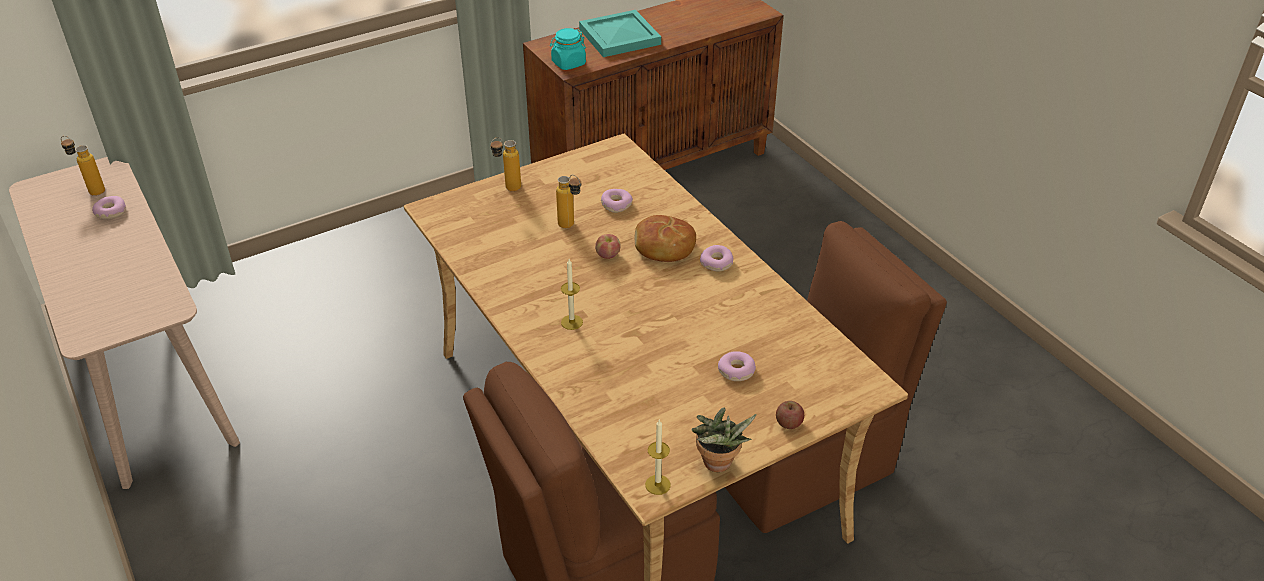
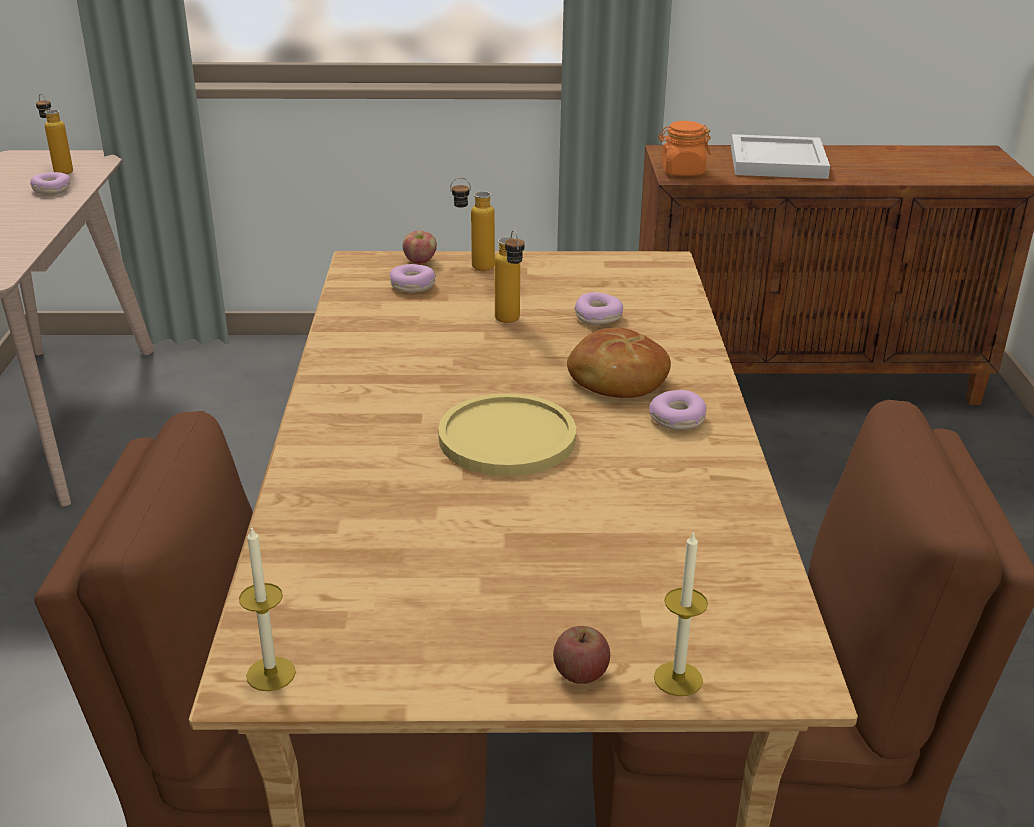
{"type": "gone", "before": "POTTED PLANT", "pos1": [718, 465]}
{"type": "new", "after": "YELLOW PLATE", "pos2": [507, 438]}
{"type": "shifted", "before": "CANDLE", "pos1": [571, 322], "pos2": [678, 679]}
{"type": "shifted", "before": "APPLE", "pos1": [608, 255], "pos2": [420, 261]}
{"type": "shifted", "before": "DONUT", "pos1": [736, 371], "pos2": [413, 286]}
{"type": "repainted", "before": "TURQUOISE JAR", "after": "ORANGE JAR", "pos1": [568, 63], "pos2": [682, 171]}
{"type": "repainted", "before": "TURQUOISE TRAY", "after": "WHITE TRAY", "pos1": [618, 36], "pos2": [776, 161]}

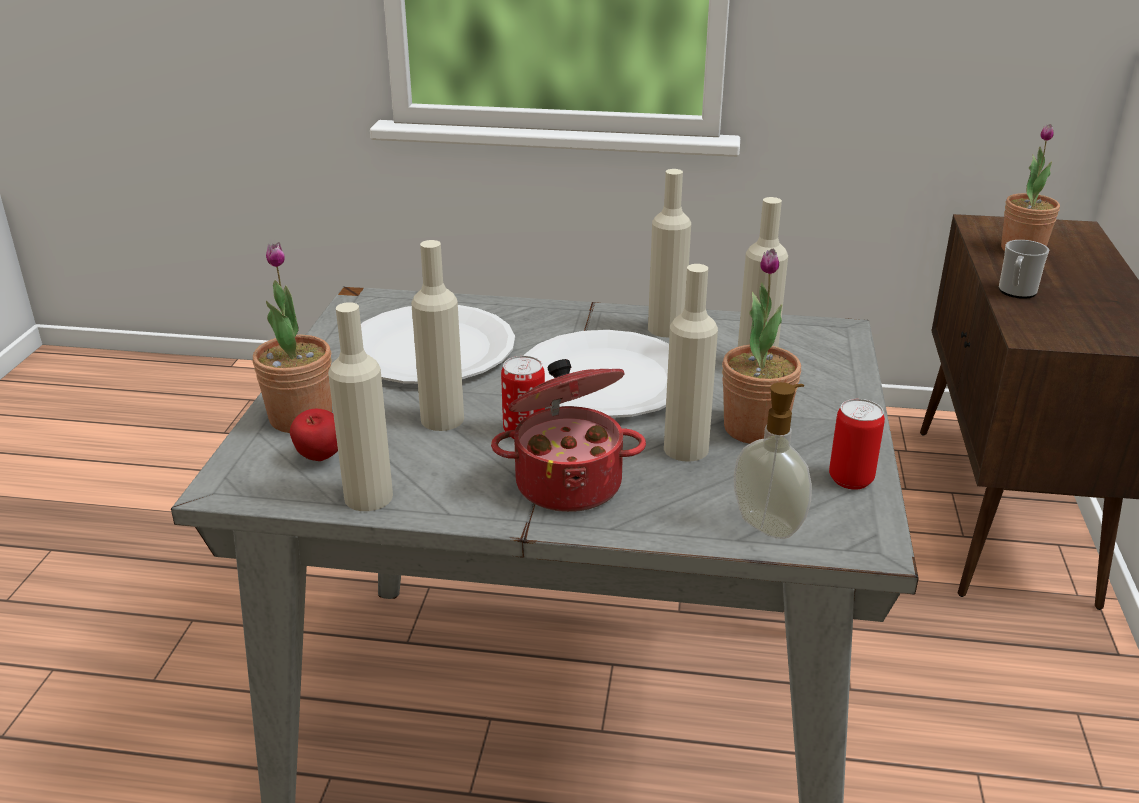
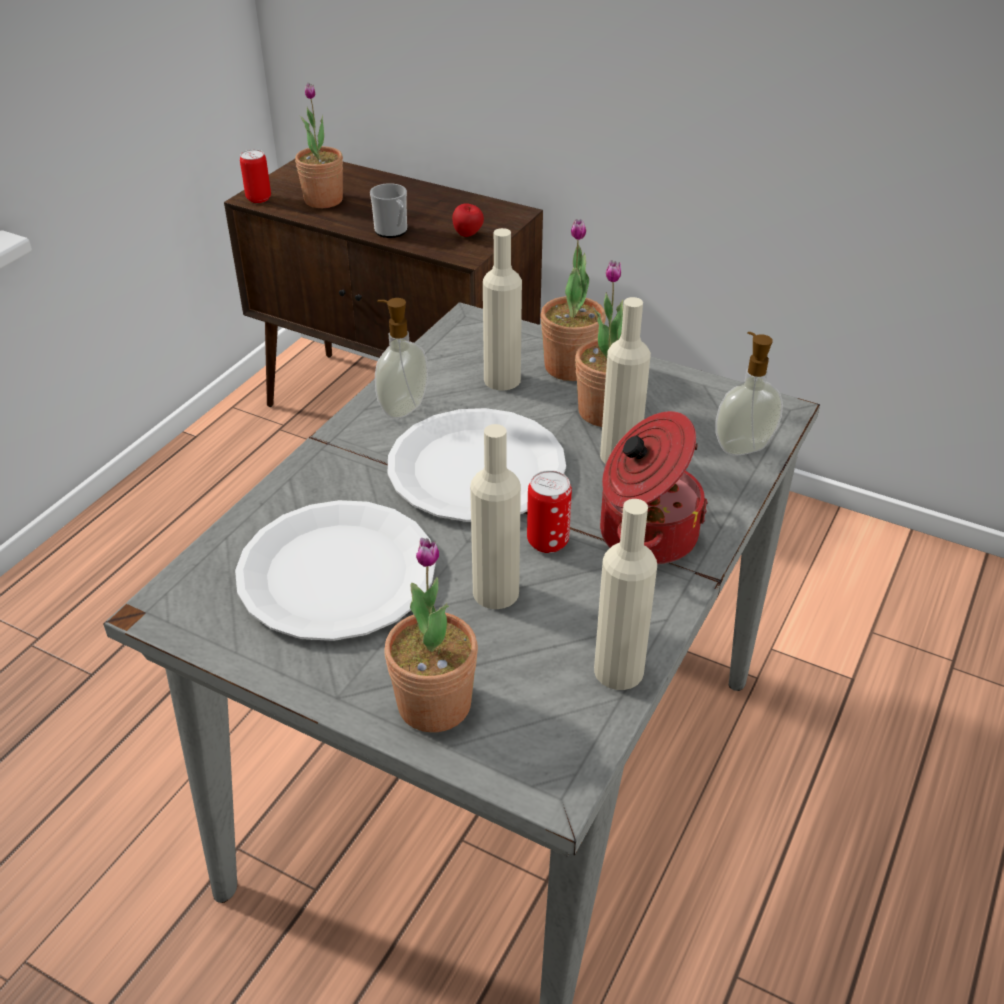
{"type": "new", "after": "POTTED PLANT", "pos2": [570, 367]}
{"type": "shifted", "before": "APPLE", "pos1": [320, 459], "pos2": [468, 235]}
{"type": "shifted", "before": "CAN", "pos1": [851, 479], "pos2": [258, 198]}
{"type": "swapped", "before": "BEIGE BOTTLE", "after": "SOAP DISPENSER", "pos1": [666, 328], "pos2": [402, 408]}

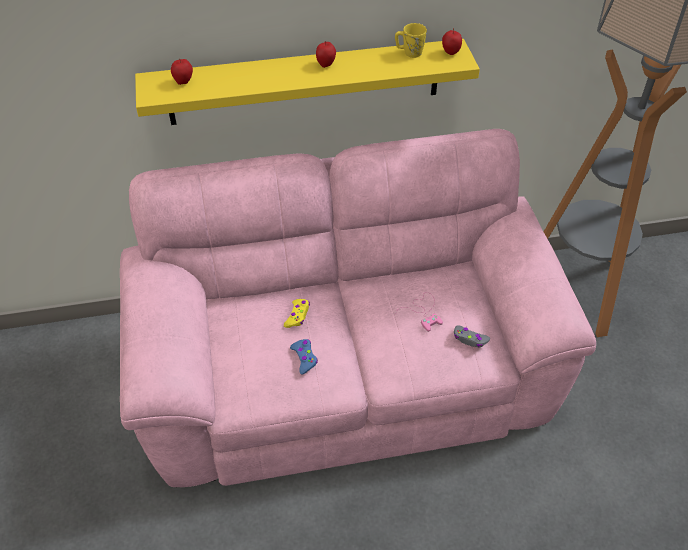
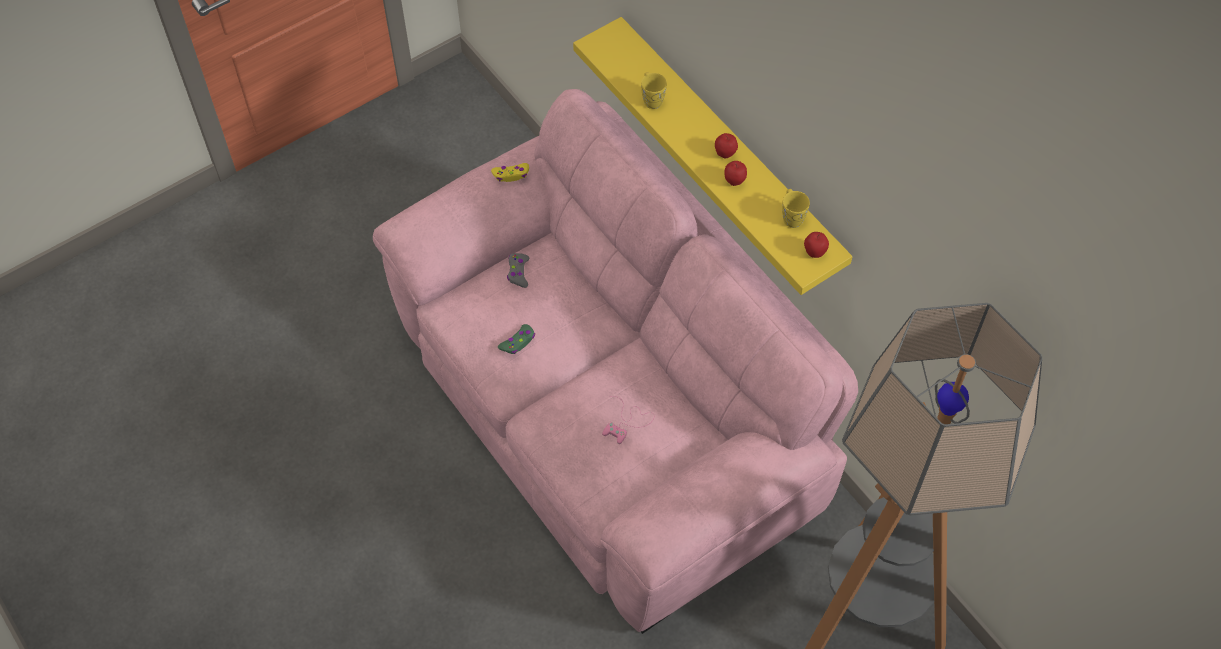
{"type": "new", "after": "YELLOW MUG", "pos2": [651, 98]}
{"type": "shifted", "before": "APPLE", "pos1": [184, 82], "pos2": [734, 182]}
{"type": "shifted", "before": "YELLOW GAME CONTROLLER", "pos1": [297, 316], "pos2": [511, 175]}
{"type": "shifted", "before": "GREY GAME CONTROLLER", "pos1": [470, 339], "pos2": [518, 272]}
{"type": "repainted", "before": "BLUE GAME CONTROLLER", "after": "GREEN GAME CONTROLLER", "pos1": [304, 358], "pos2": [518, 342]}

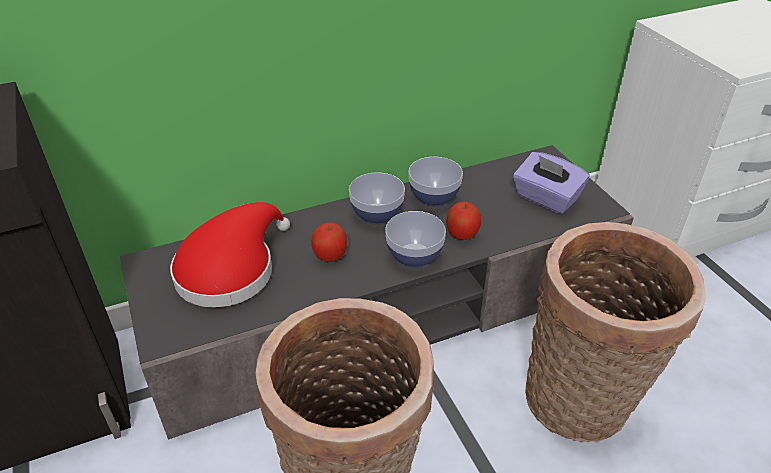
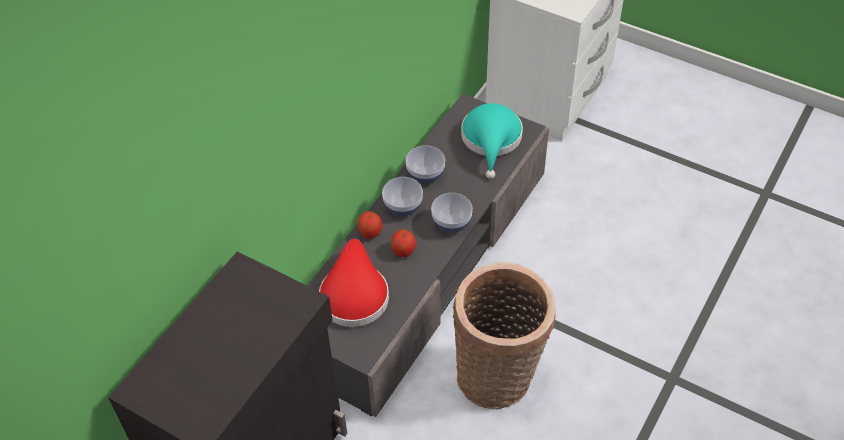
{"type": "gone", "before": "BASKET", "pos1": [583, 402]}
{"type": "shifted", "before": "APPLE", "pos1": [462, 234], "pos2": [370, 233]}
{"type": "swapped", "before": "PURPLE TISSUE BOX", "after": "TURQUOISE HAT", "pos1": [546, 198], "pos2": [491, 140]}

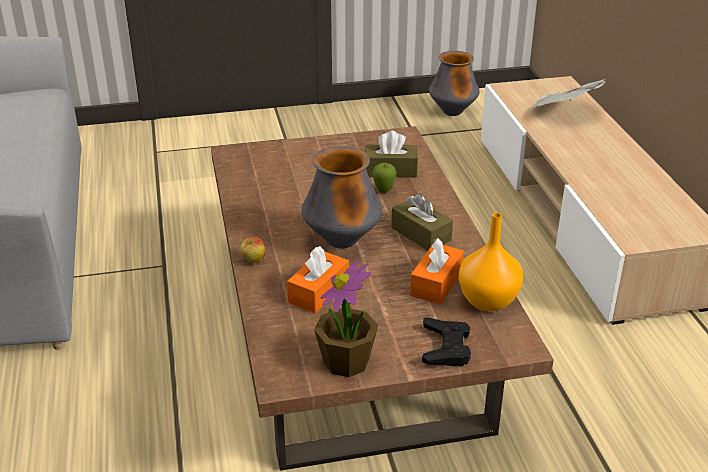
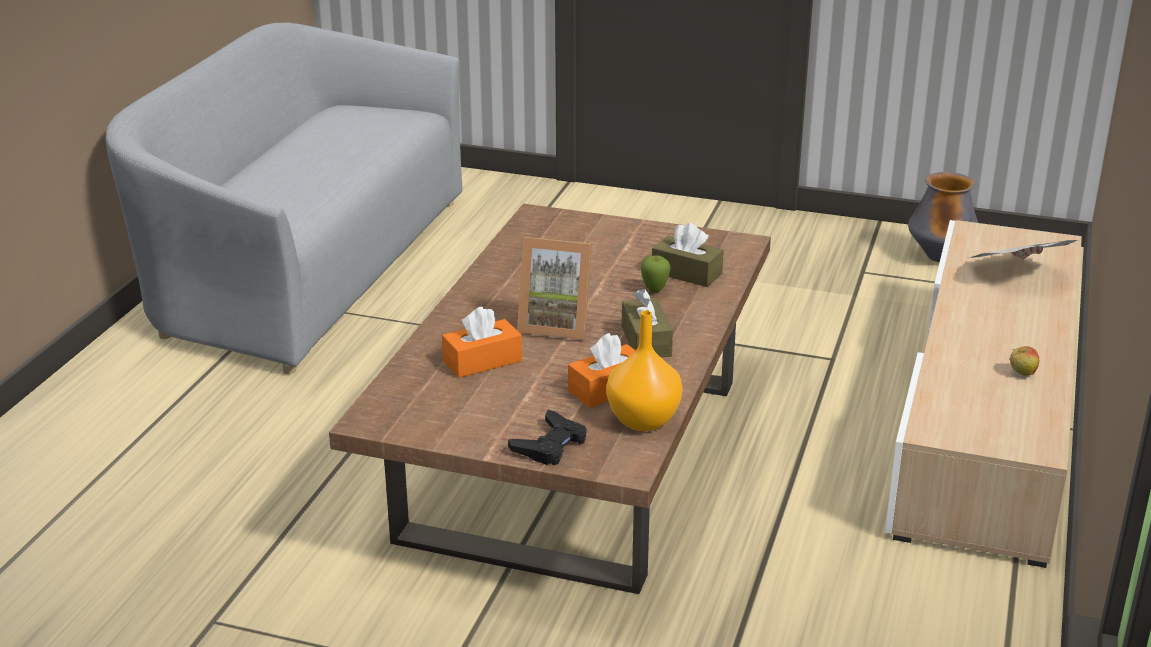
{"type": "gone", "before": "POTTED PLANT", "pos1": [346, 362]}
{"type": "shifted", "before": "APPLE", "pos1": [253, 261], "pos2": [1022, 374]}
{"type": "swapped", "before": "VASE", "after": "PICTURE FRAME", "pos1": [342, 241], "pos2": [556, 325]}

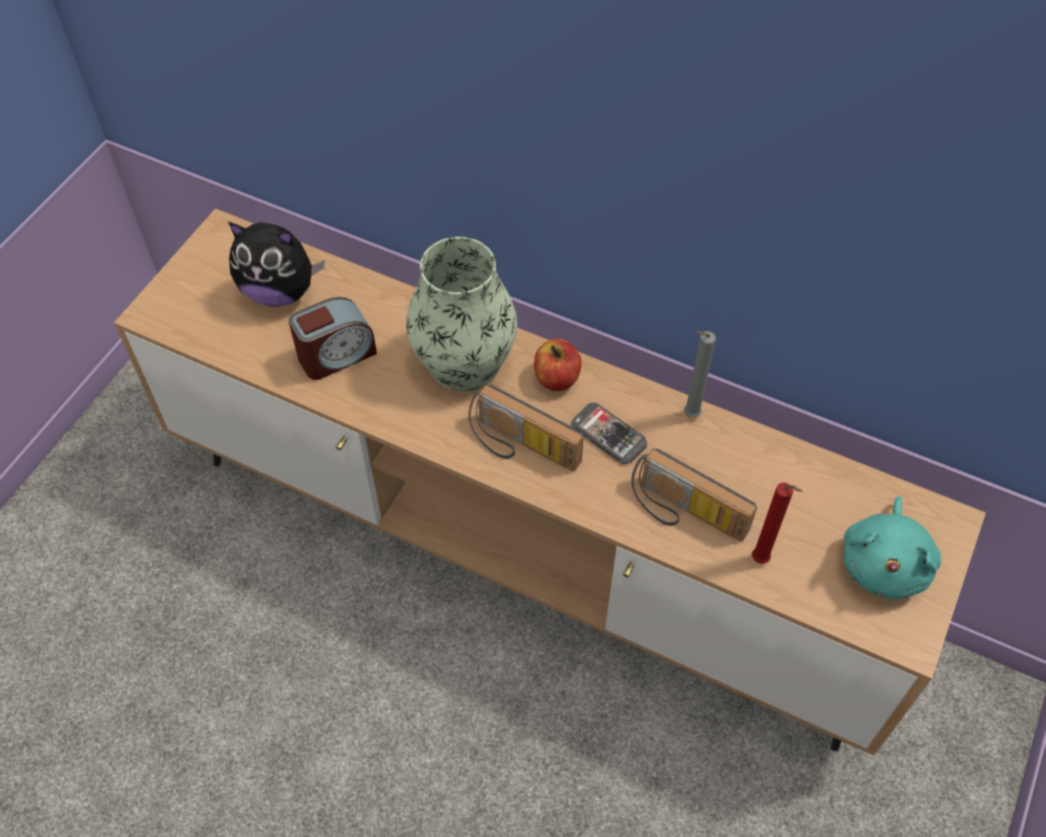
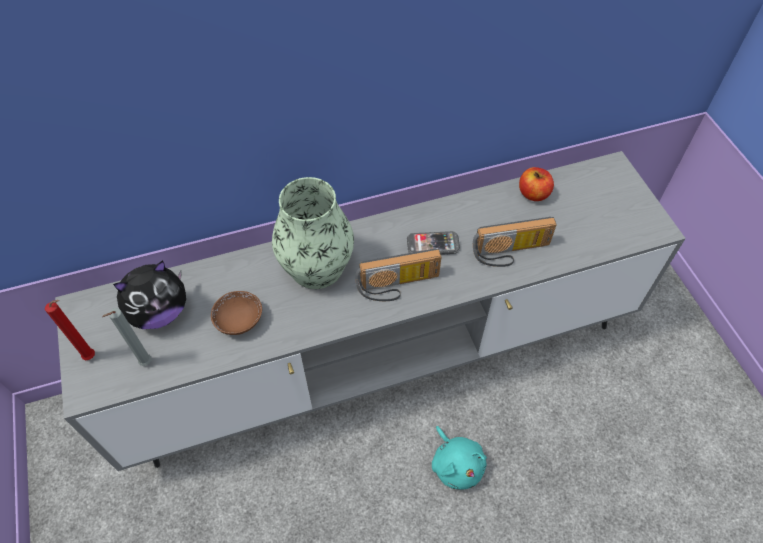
{"type": "shifted", "before": "APPLE", "pos1": [557, 378], "pos2": [533, 194]}
{"type": "shifted", "before": "GREY CANDLE", "pos1": [688, 415], "pos2": [144, 364]}
{"type": "shifted", "before": "RED CANDLE", "pos1": [762, 561], "pos2": [92, 357]}
{"type": "shifted", "before": "TURQUOISE PLUSH TOY", "pos1": [885, 563], "pos2": [456, 464]}
{"type": "swapped", "before": "ALARM CLOCK", "after": "BROWN BOWL", "pos1": [336, 355], "pos2": [239, 320]}
{"type": "repainted", "before": "BROWN TV STAND", "after": "GREY TV STAND", "pos1": [524, 550], "pos2": [380, 360]}

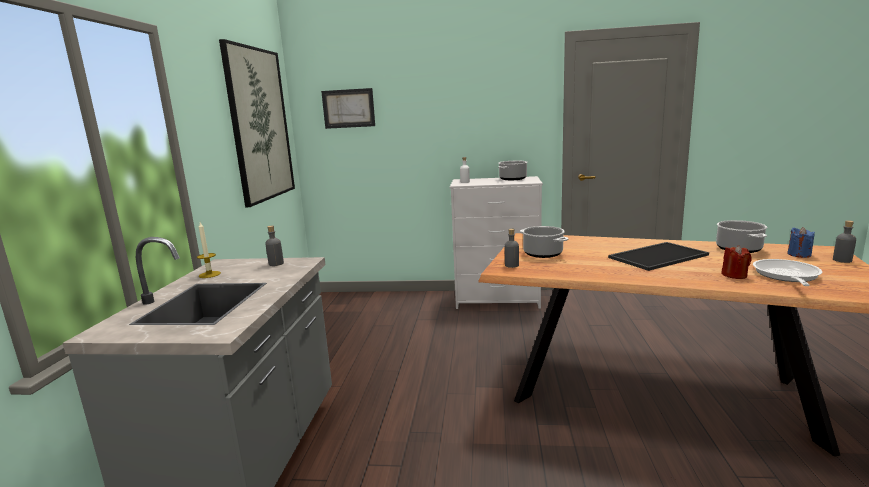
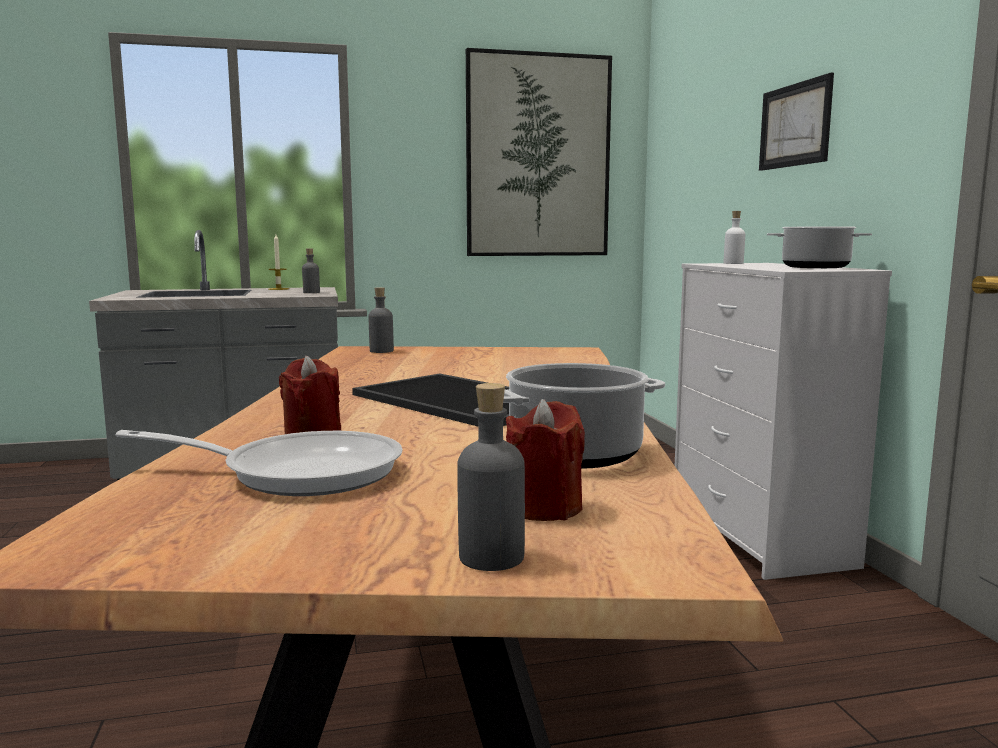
{"type": "gone", "before": "COOKING POT", "pos1": [543, 253]}
{"type": "shifted", "before": "PICTURE", "pos1": [348, 108], "pos2": [795, 125]}
{"type": "repainted", "before": "BLUE CANDLE", "after": "RED CANDLE", "pos1": [799, 254], "pos2": [544, 508]}

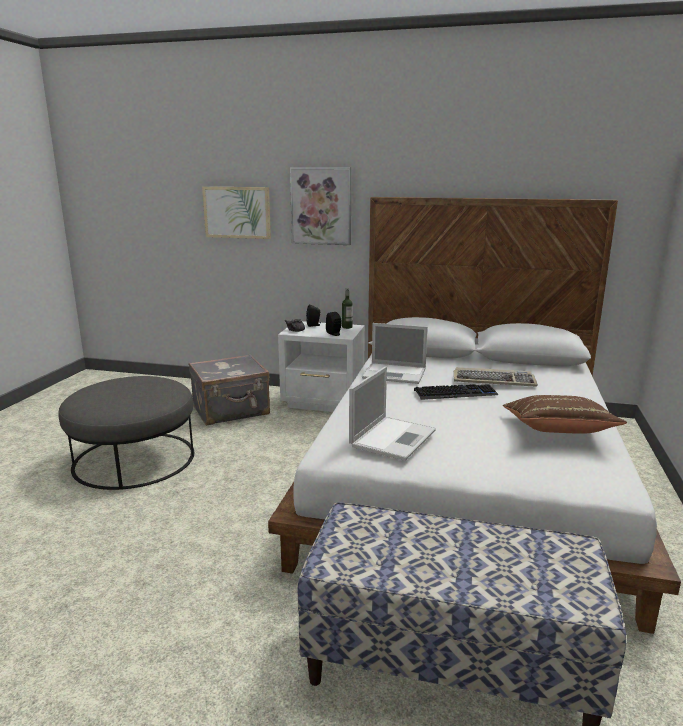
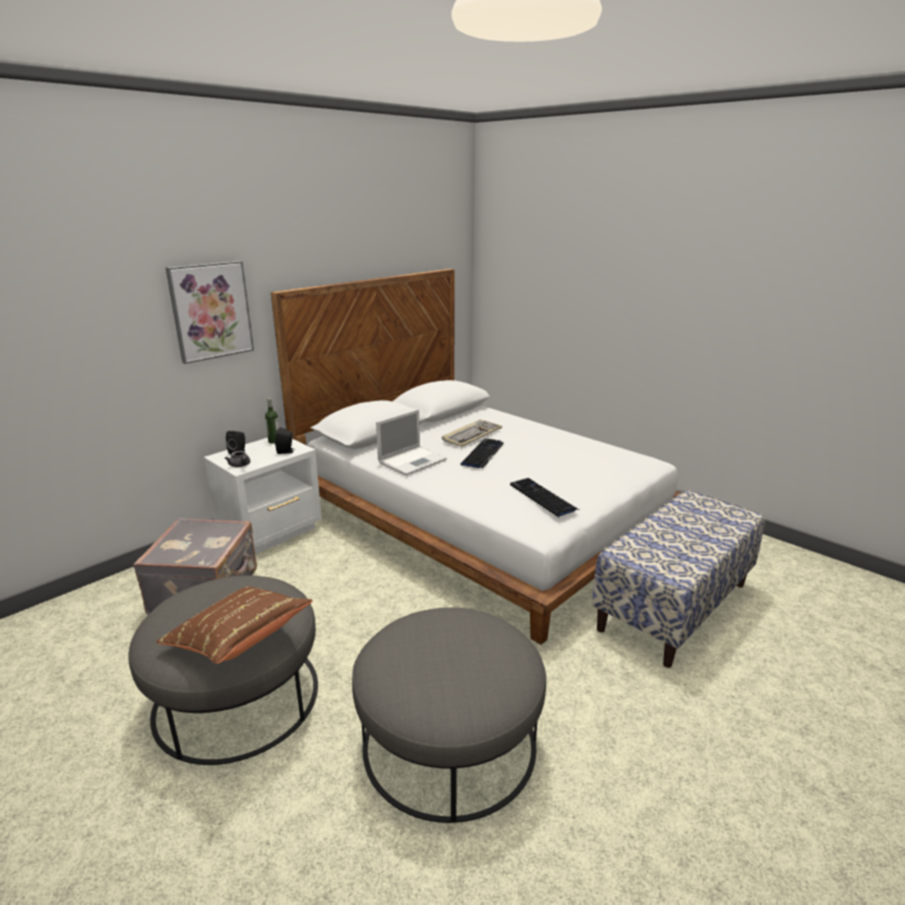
{"type": "gone", "before": "PICTURE", "pos1": [237, 212]}
{"type": "new", "after": "GREY OTTOMAN", "pos2": [449, 741]}
{"type": "shifted", "before": "BROWN PILLOW", "pos1": [557, 432], "pos2": [239, 640]}
{"type": "swapped", "before": "LAPTOP", "after": "KEYBOARD", "pos1": [393, 437], "pos2": [542, 498]}

